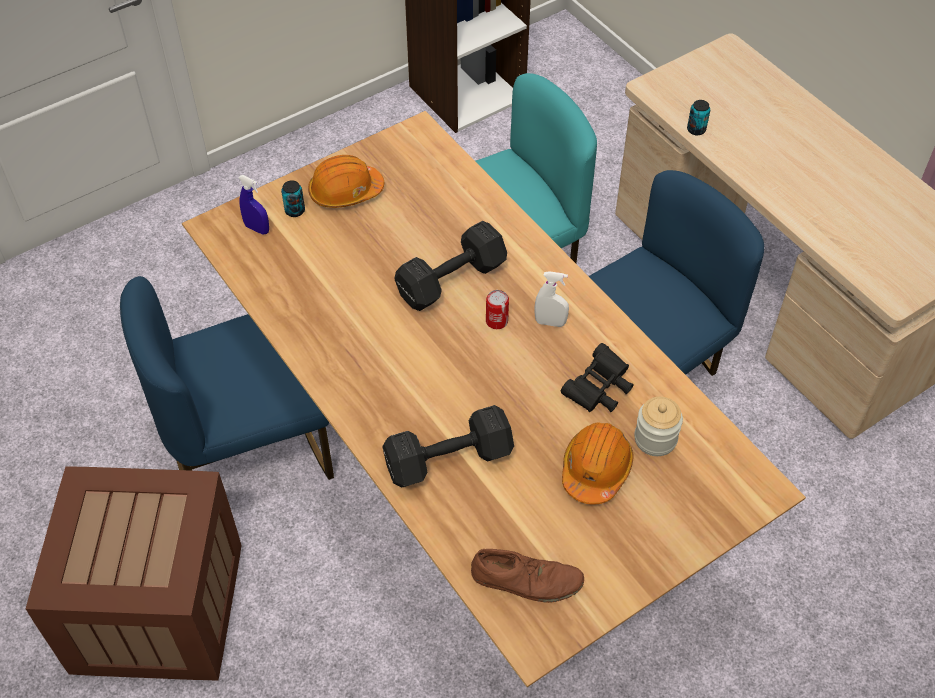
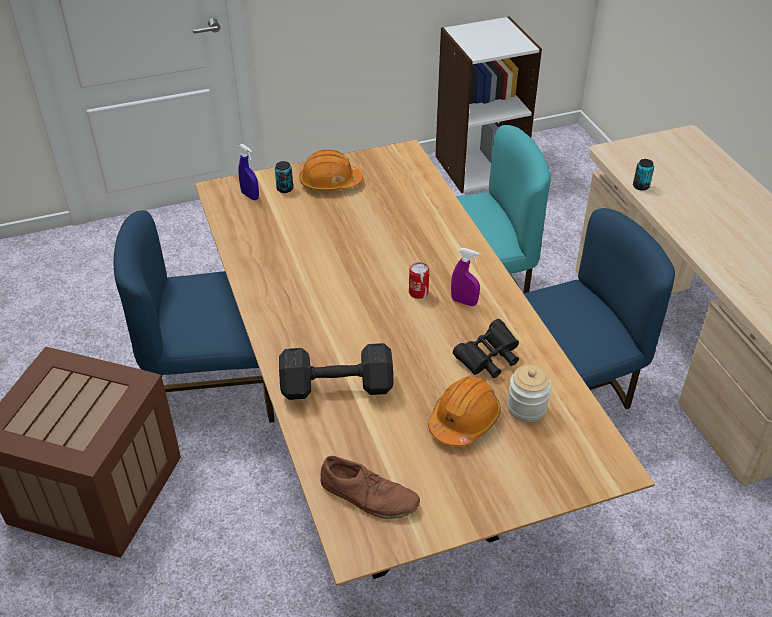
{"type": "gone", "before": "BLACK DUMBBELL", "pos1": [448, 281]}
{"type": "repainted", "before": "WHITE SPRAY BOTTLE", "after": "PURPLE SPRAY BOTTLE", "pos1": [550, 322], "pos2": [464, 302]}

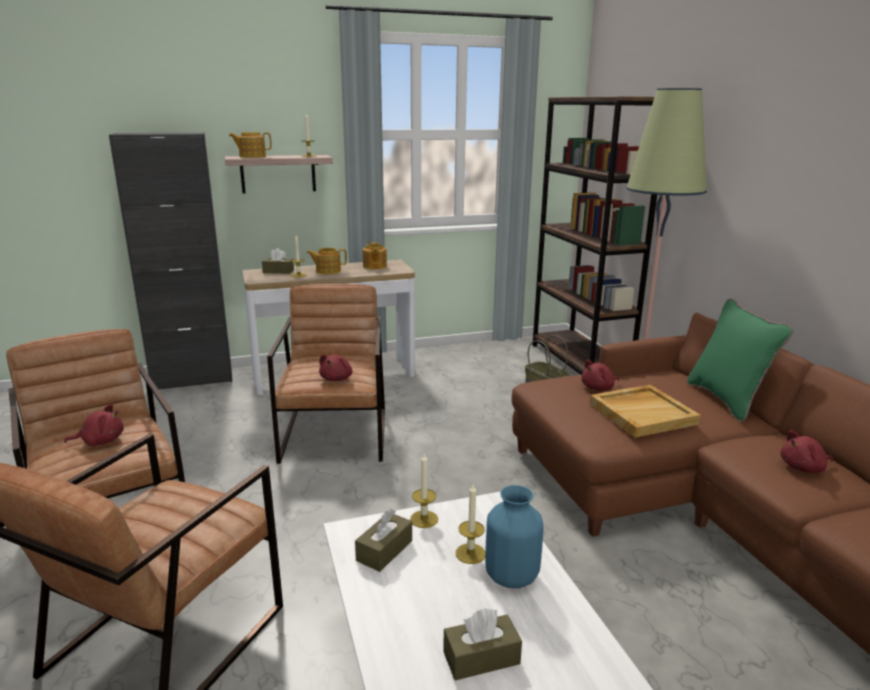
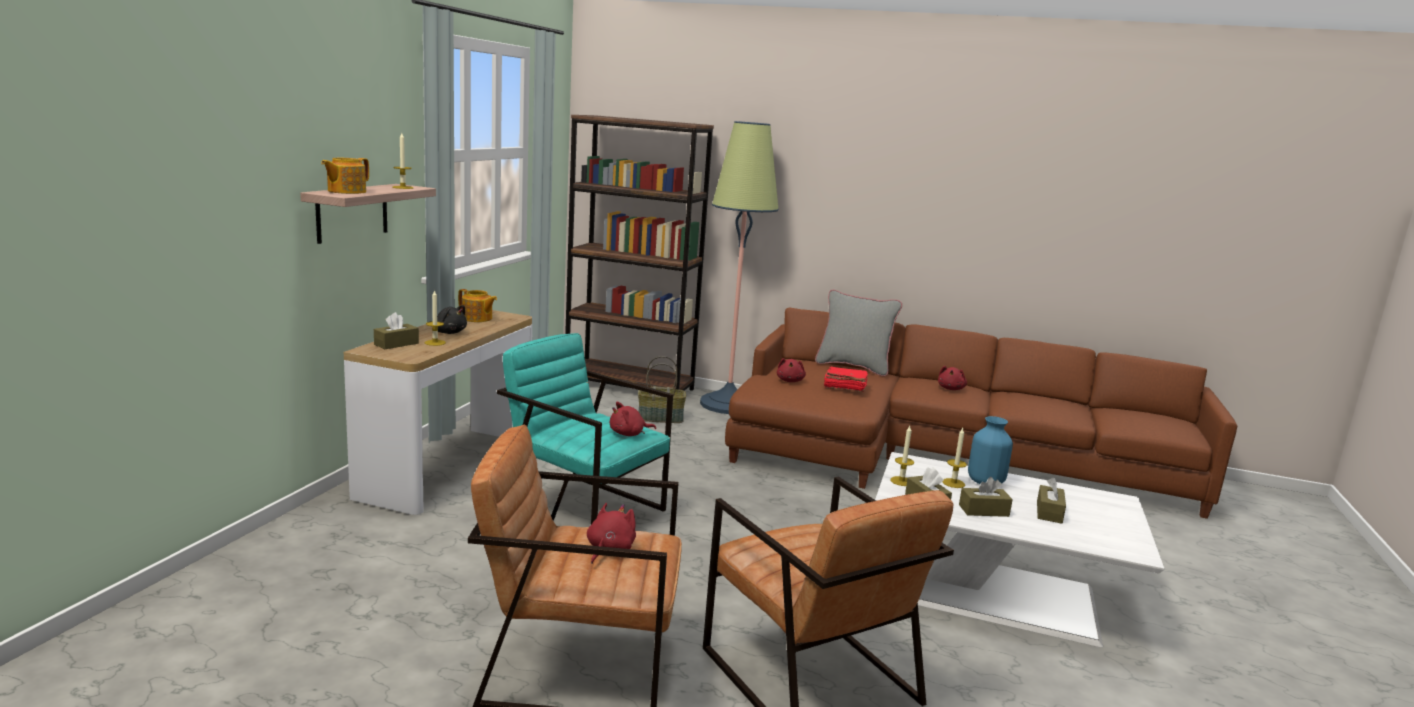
{"type": "gone", "before": "BLACK CABINET", "pos1": [192, 380]}
{"type": "new", "after": "BROWN TISSUE BOX", "pos2": [983, 510]}
{"type": "swapped", "before": "TEAPOT", "after": "BLACK PLUSH TOY", "pos1": [327, 271], "pos2": [449, 332]}
{"type": "swapped", "before": "BEIGE TRAY", "after": "RED BOOK", "pos1": [642, 413], "pos2": [844, 387]}
{"type": "repainted", "before": "BROWN ARMCHAIR", "after": "TURQUOISE ARMCHAIR", "pos1": [335, 434], "pos2": [583, 510]}
{"type": "repainted", "before": "GREEN PILLOW", "after": "GREY PILLOW", "pos1": [727, 400], "pos2": [853, 367]}
{"type": "rotated", "before": "RED PLUSH TOY", "pos1": [337, 378], "pos2": [629, 434], "turn": 105}

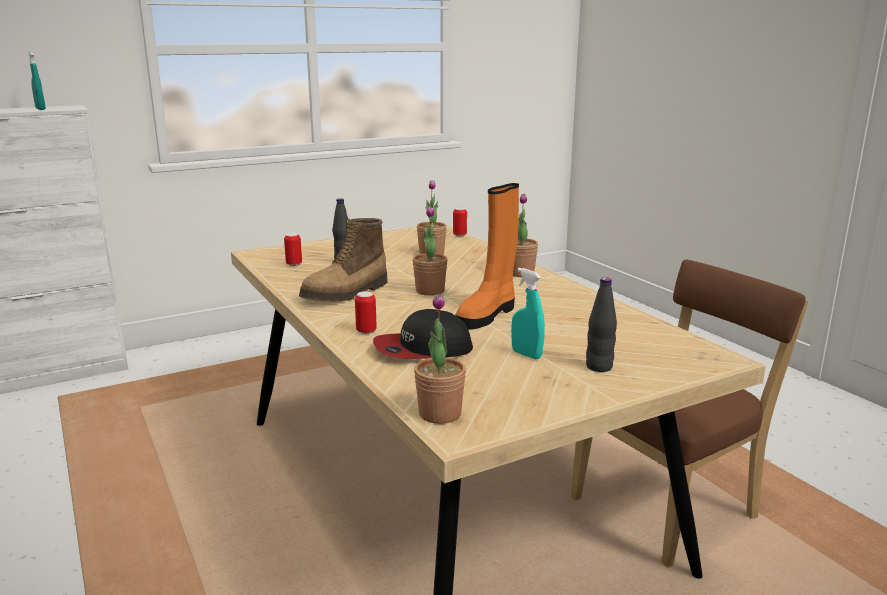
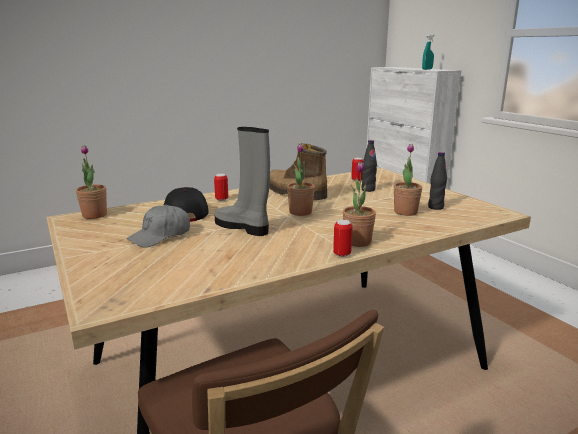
{"type": "shifted", "before": "CAN", "pos1": [459, 235], "pos2": [342, 254]}
{"type": "shifted", "before": "BLACK BOTTLE", "pos1": [599, 367], "pos2": [435, 207]}
{"type": "swapped", "before": "TURQUOISE SPRAY BOTTLE", "after": "GREY CAP", "pos1": [526, 354], "pos2": [160, 236]}
{"type": "repainted", "before": "ORANGE BOOT", "after": "GREY BOOT", "pos1": [487, 315], "pos2": [243, 227]}

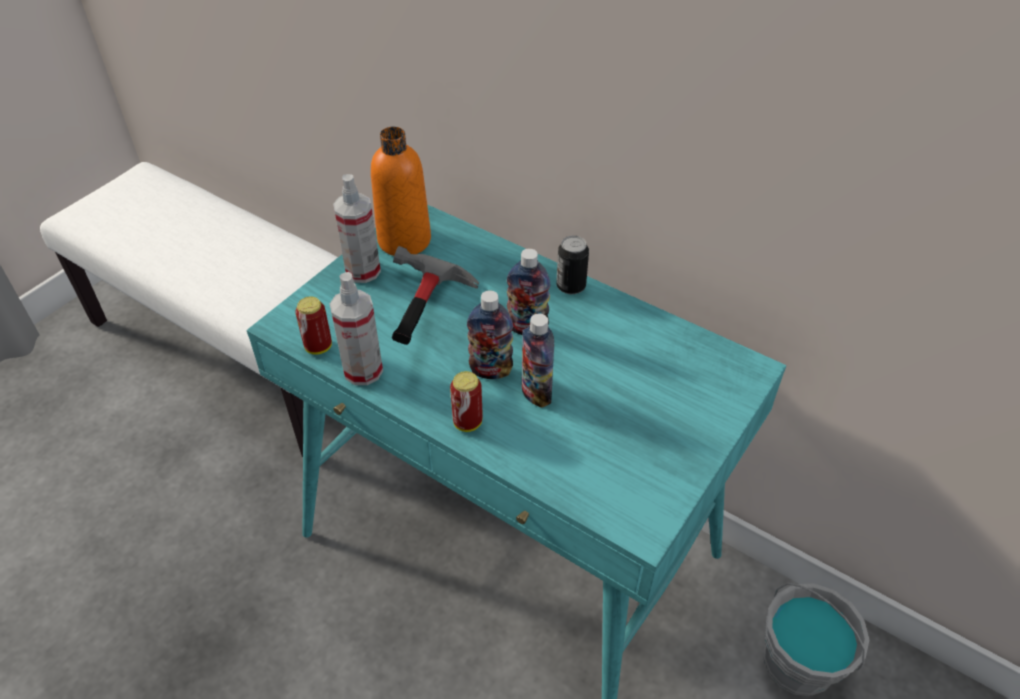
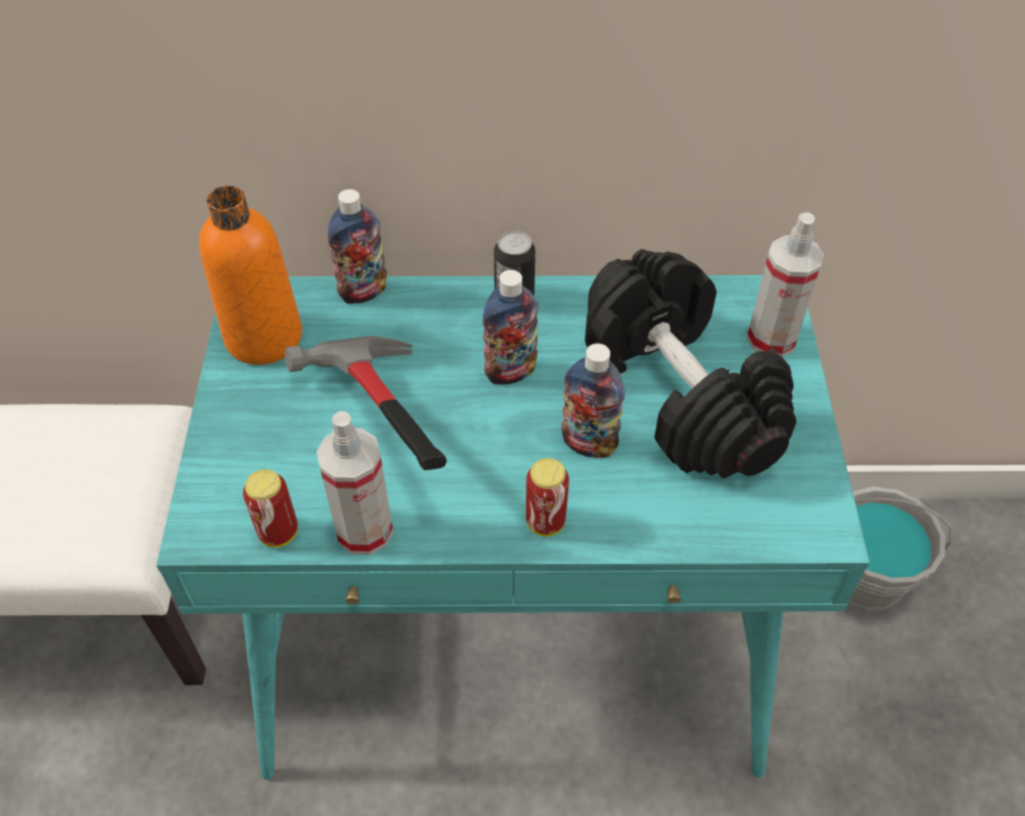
{"type": "new", "after": "BLACK DUMBBELL", "pos2": [681, 394]}
{"type": "shifted", "before": "SPRAY BOTTLE", "pos1": [363, 271], "pos2": [771, 339]}
{"type": "shifted", "before": "BOTTLE", "pos1": [491, 370], "pos2": [363, 292]}

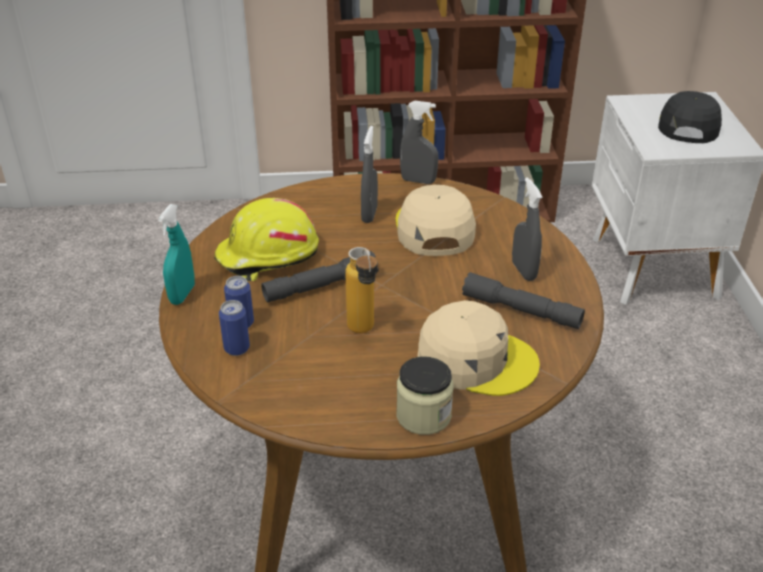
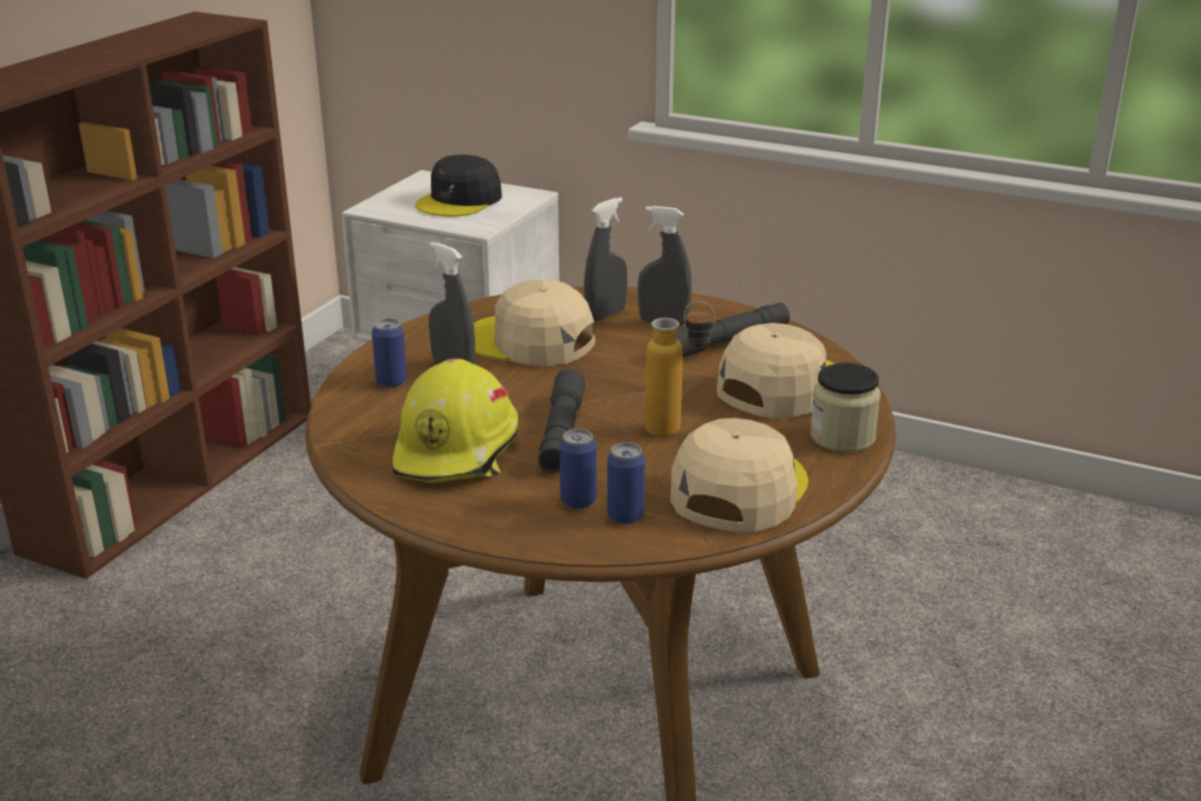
{"type": "gone", "before": "TURQUOISE SPRAY BOTTLE", "pos1": [182, 294]}
{"type": "new", "after": "CAN", "pos2": [391, 382]}
{"type": "new", "after": "BEIGE CAP", "pos2": [738, 489]}
{"type": "shifted", "before": "GREY SPRAY BOTTLE", "pos1": [418, 181], "pos2": [605, 315]}
{"type": "rotated", "before": "BLACK CAP", "pos1": [688, 125], "pos2": [460, 201], "turn": -105}

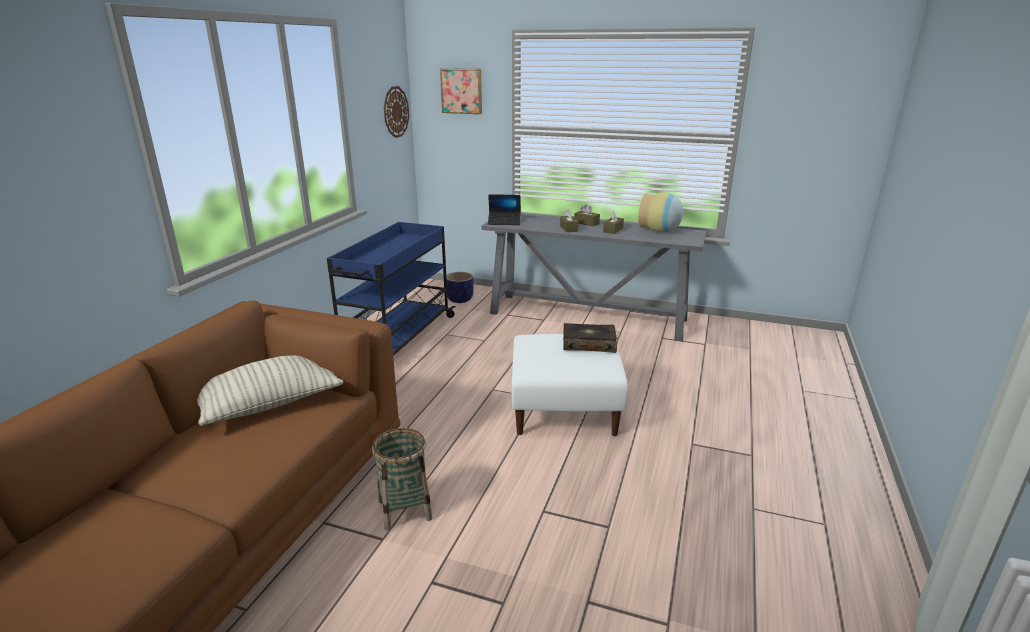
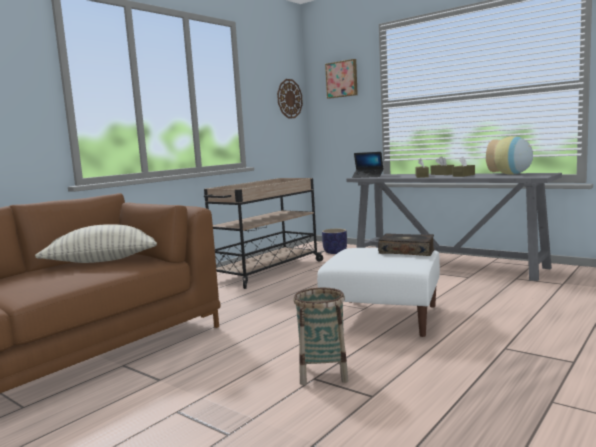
{"type": "shifted", "before": "BASKET", "pos1": [405, 509], "pos2": [323, 373]}
{"type": "repainted", "before": "BLUE CART", "after": "BEIGE CART", "pos1": [397, 339], "pos2": [266, 271]}

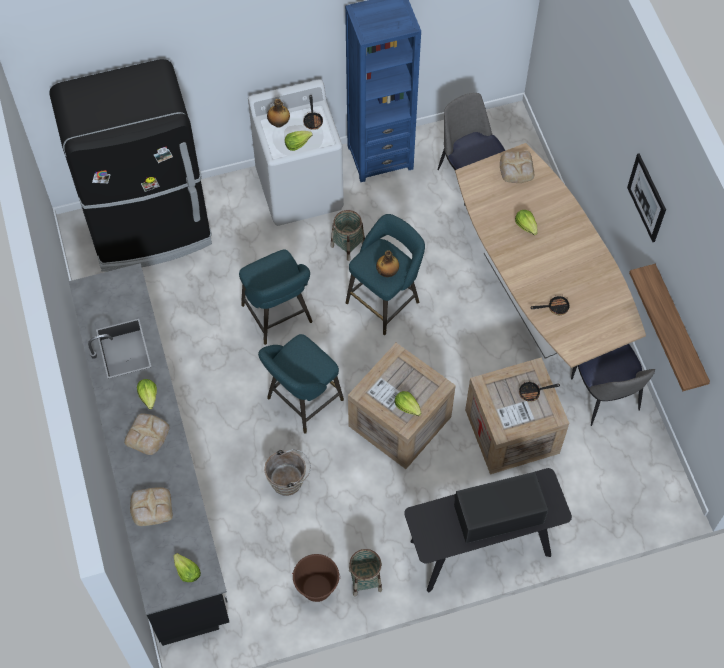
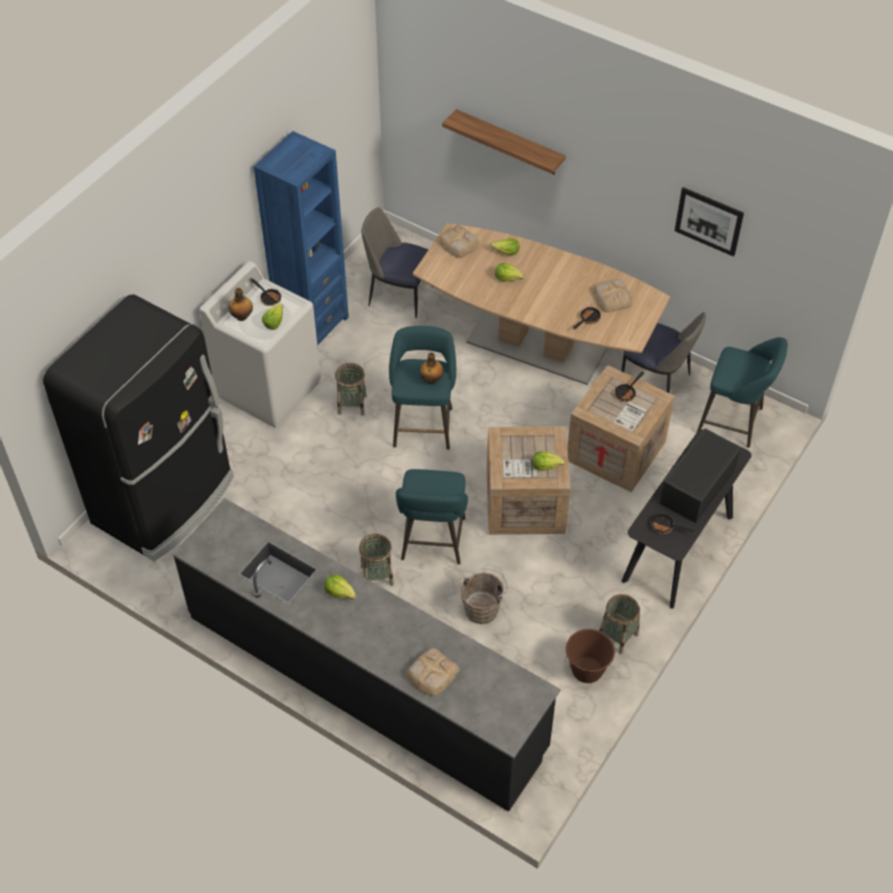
{"type": "new", "after": "BASKET", "pos2": [377, 575]}
{"type": "new", "after": "FRYING PAN", "pos2": [665, 527]}
{"type": "shifted", "before": "BREAD", "pos1": [148, 434], "pos2": [612, 297]}
{"type": "shifted", "before": "LETTUCE", "pos1": [187, 571], "pos2": [506, 252]}
{"type": "shifted", "before": "TURQUOISE STOOL", "pos1": [278, 317], "pos2": [734, 422]}
{"type": "shifted", "before": "PICTURE", "pos1": [647, 197], "pos2": [709, 221]}
{"type": "shifted", "before": "SHELF", "pos1": [679, 328], "pos2": [509, 143]}

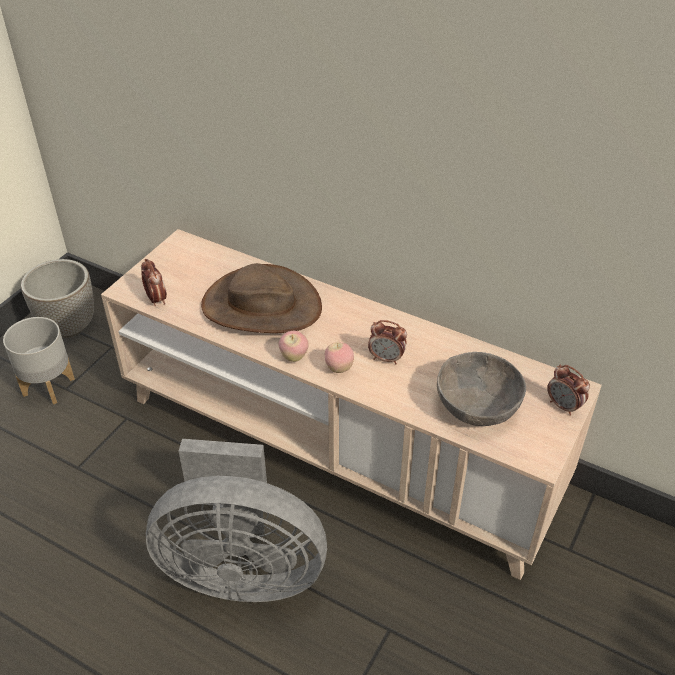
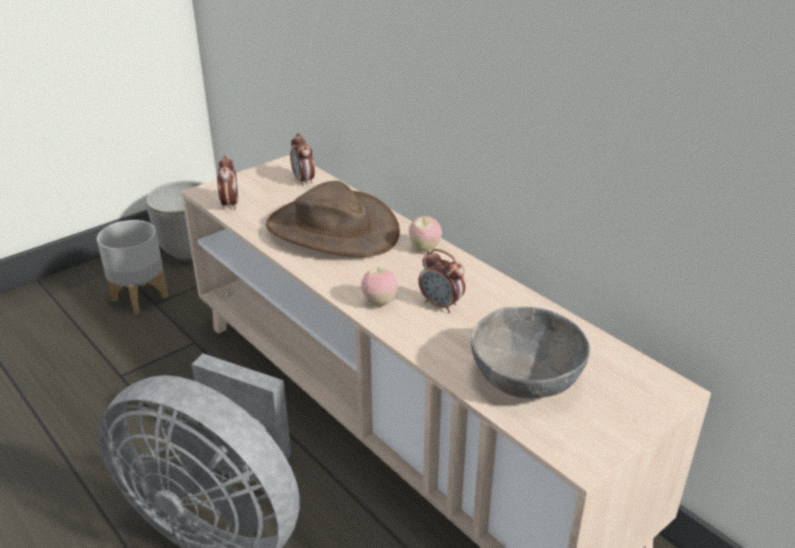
{"type": "shifted", "before": "APPLE", "pos1": [294, 357], "pos2": [424, 248]}
{"type": "shifted", "before": "ALARM CLOCK", "pos1": [564, 406], "pos2": [304, 181]}

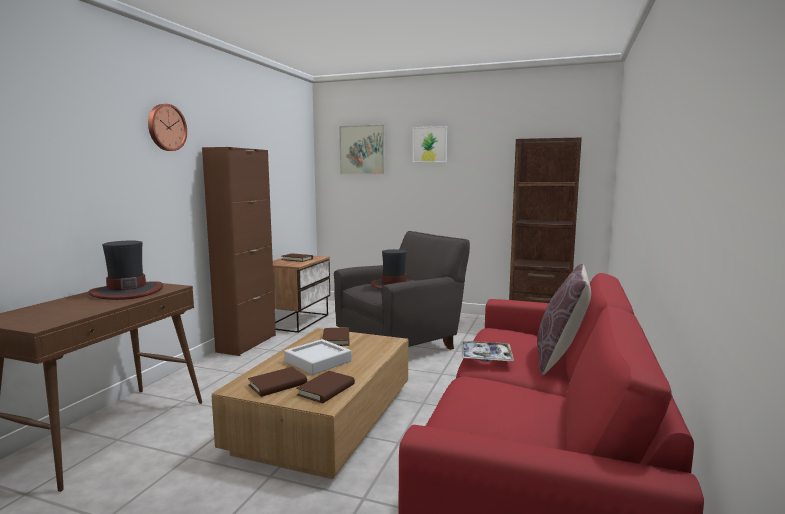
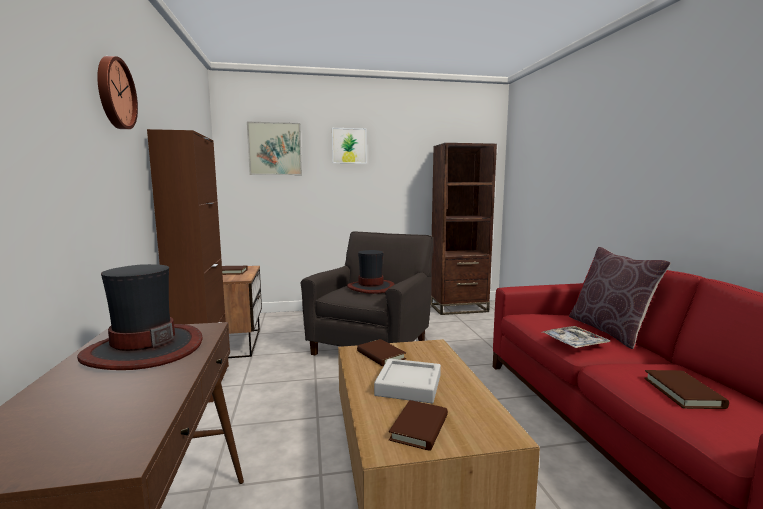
{"type": "shifted", "before": "BROWN BOOK", "pos1": [326, 390], "pos2": [683, 392]}

